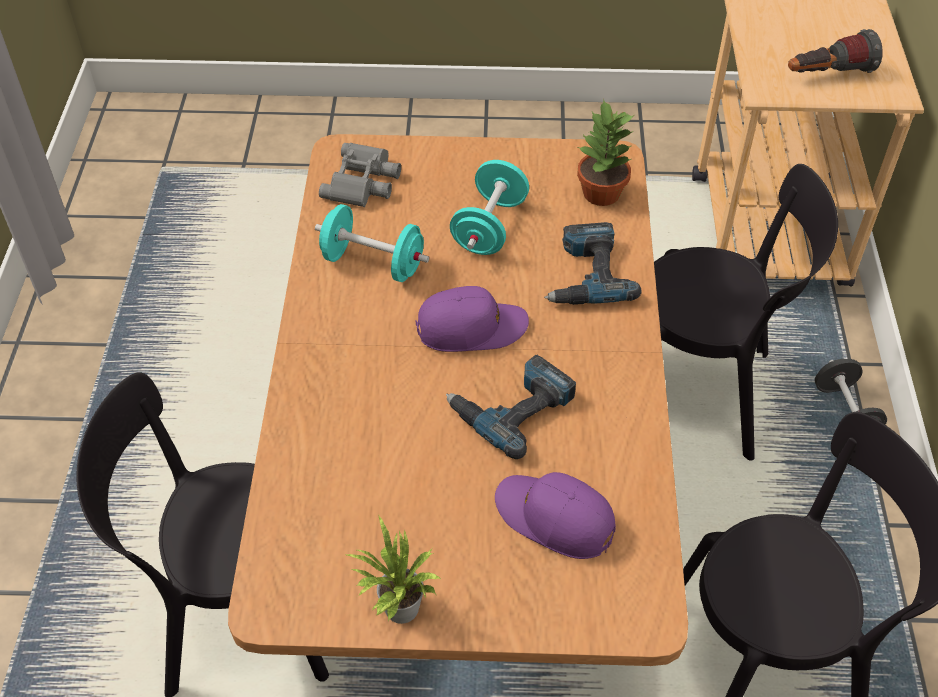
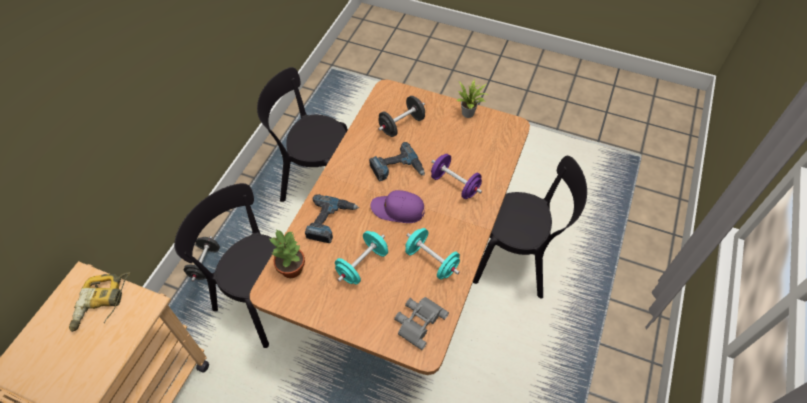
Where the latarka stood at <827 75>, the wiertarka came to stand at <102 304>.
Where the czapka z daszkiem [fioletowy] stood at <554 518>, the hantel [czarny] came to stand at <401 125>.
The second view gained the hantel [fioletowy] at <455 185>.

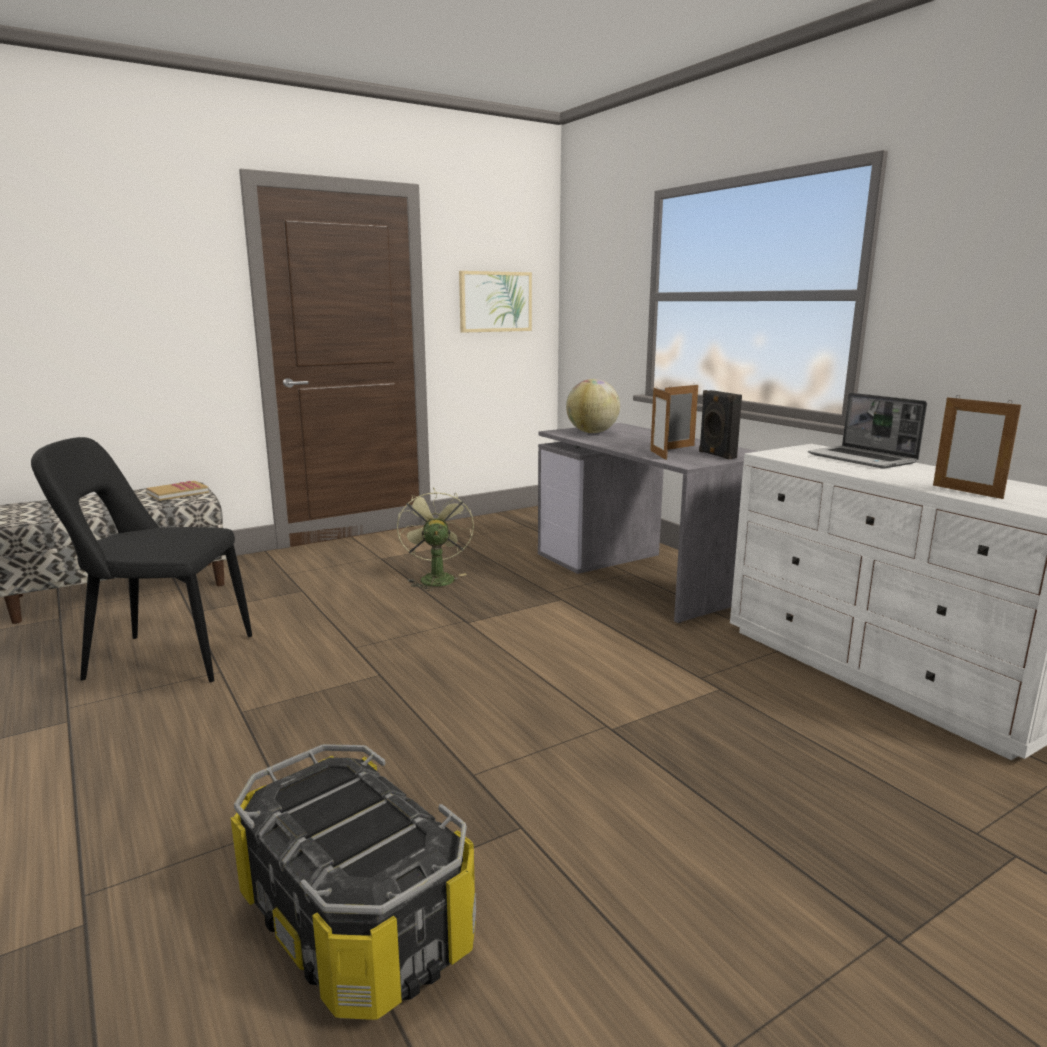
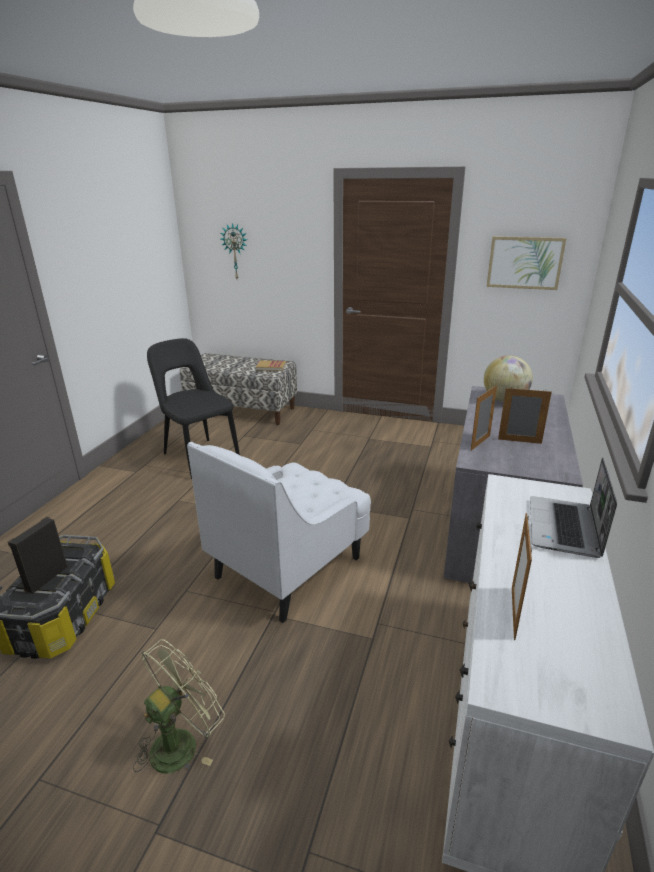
The głośnik [czarny] ended up elsewhere, having gone from <716 455> to <45 578>.
The wentylator [zielony] ended up elsewhere, having gone from <435 578> to <181 741>.
The second view gained the zegar ścienny at <235 252>.
The second view gained the fotel [biały] at <289 566>.

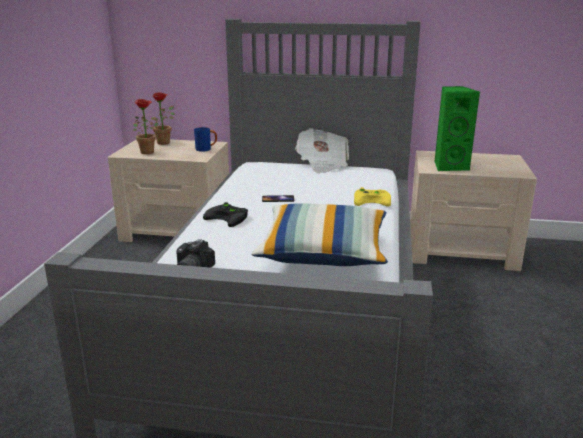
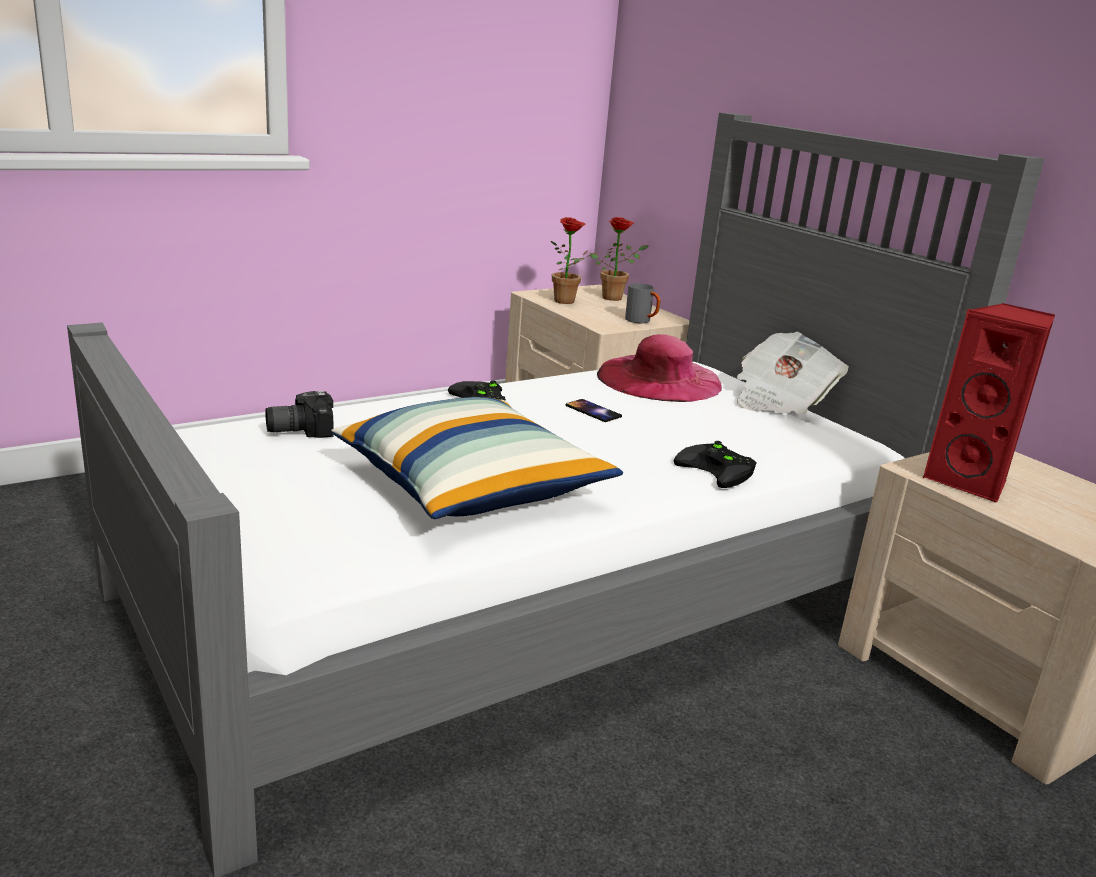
What was the głośnik [zielony] at <449 166> turned into the głośnik [czerwony] at <971 482>.
What was the kubek [niebieski] at <206 149> turned into the kubek [szary] at <641 321>.
What was the pad do gier [żółty] at <373 200> turned into the pad do gier [czarny] at <720 470>.
The second view gained the kapelusz [różowy] at <659 379>.

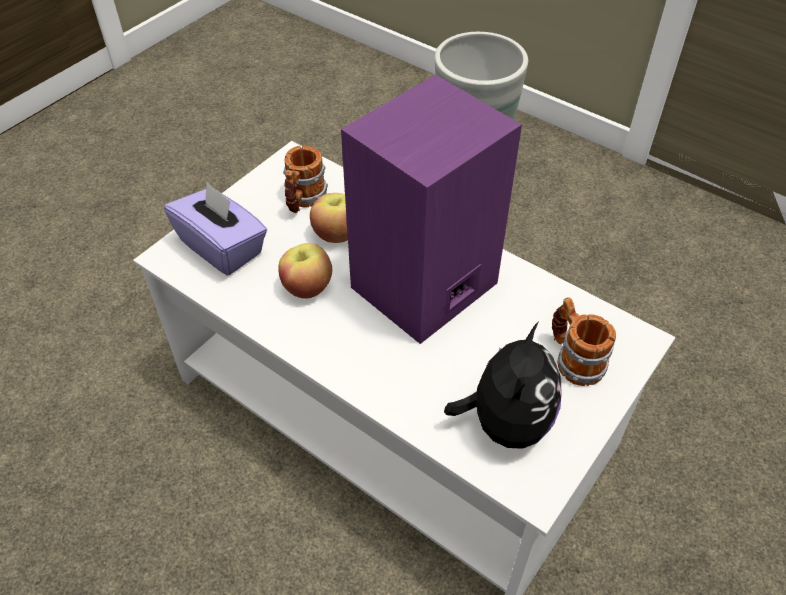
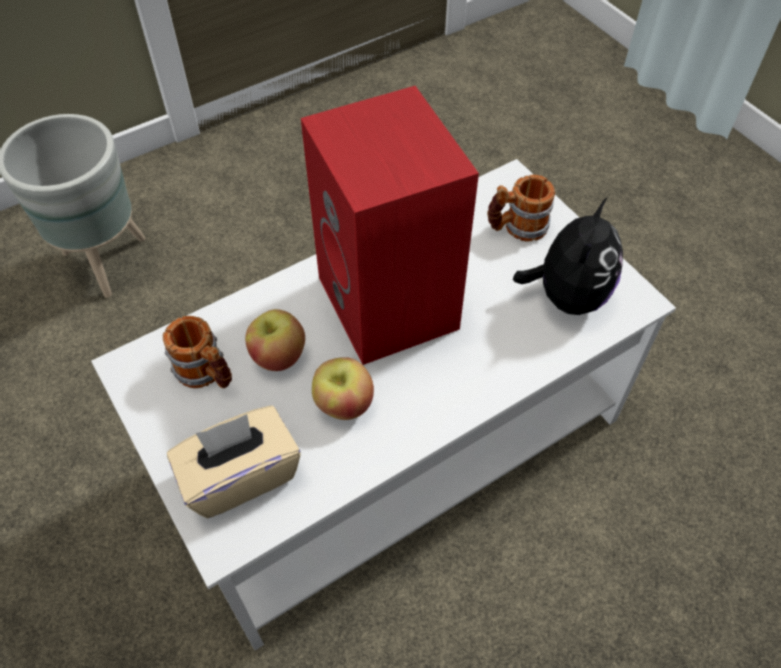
What was the głośnik [fioletowy] at <424 288> turned into the głośnik [czerwony] at <392 304>.
What was the pudełko chusteczek [fioletowy] at <222 247> turned into the pudełko chusteczek [beżowy] at <240 475>.
The pluszak at <505 422> ended up facing another way, 75 degrees clockwise from before.

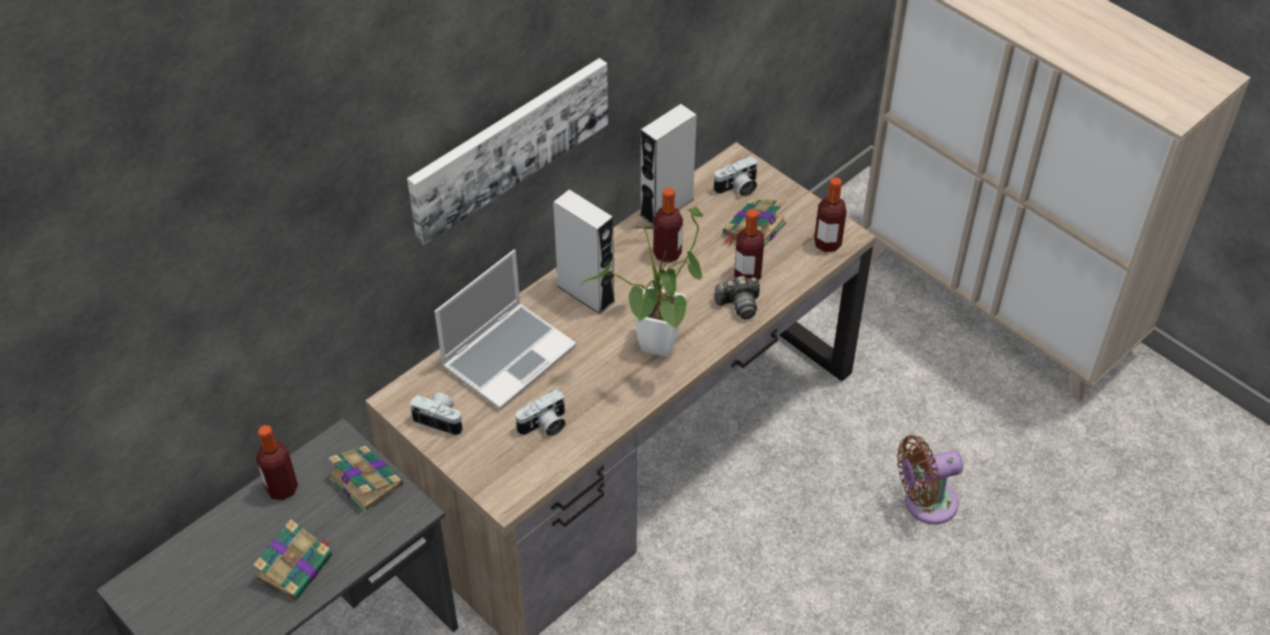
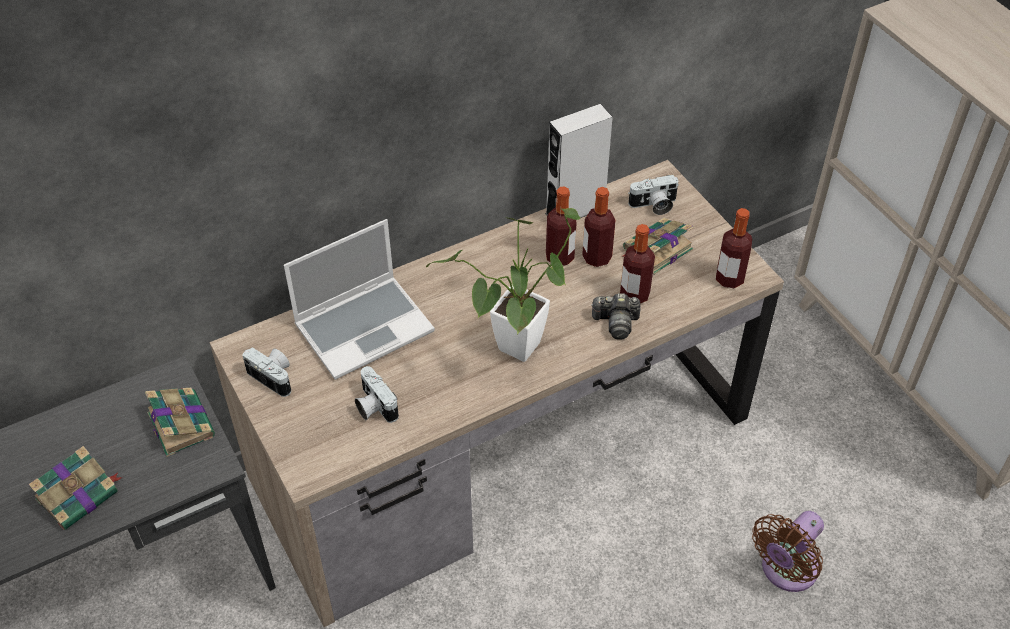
The second view lost the obraz at <508 146>.
The second view lost the głośnik [szary] at <586 293>.
The aparat fotograficzny at <544 426> ended up facing another way, 75 degrees clockwise from before.
The butelka ended up elsewhere, having gone from <282 489> to <596 257>.
The wentylator [brązowy] at <925 503> ended up facing another way, 45 degrees counterclockwise from before.

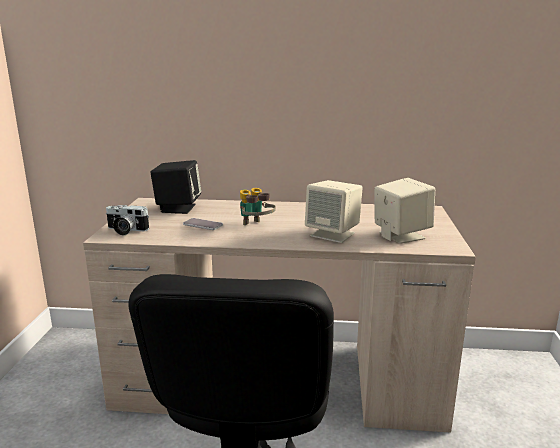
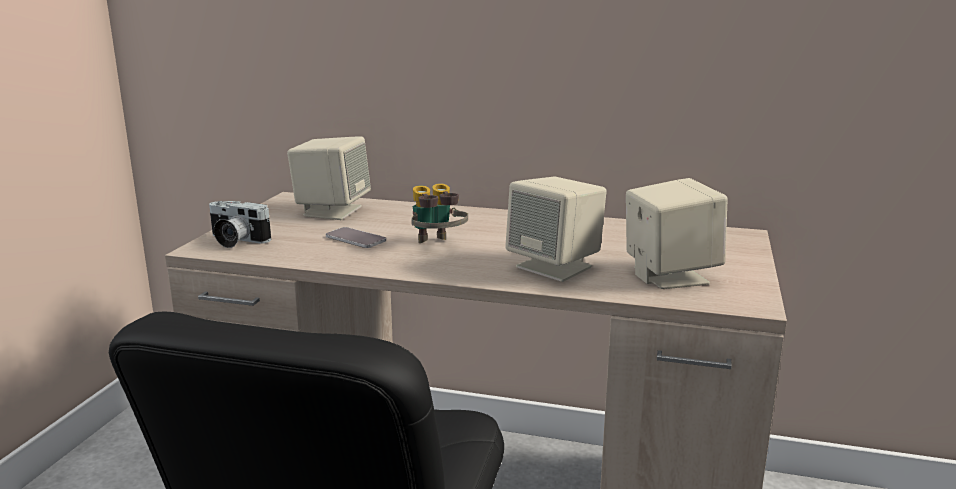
What was the głośnik [czarny] at <178 208> turned into the głośnik [beżowy] at <332 211>.

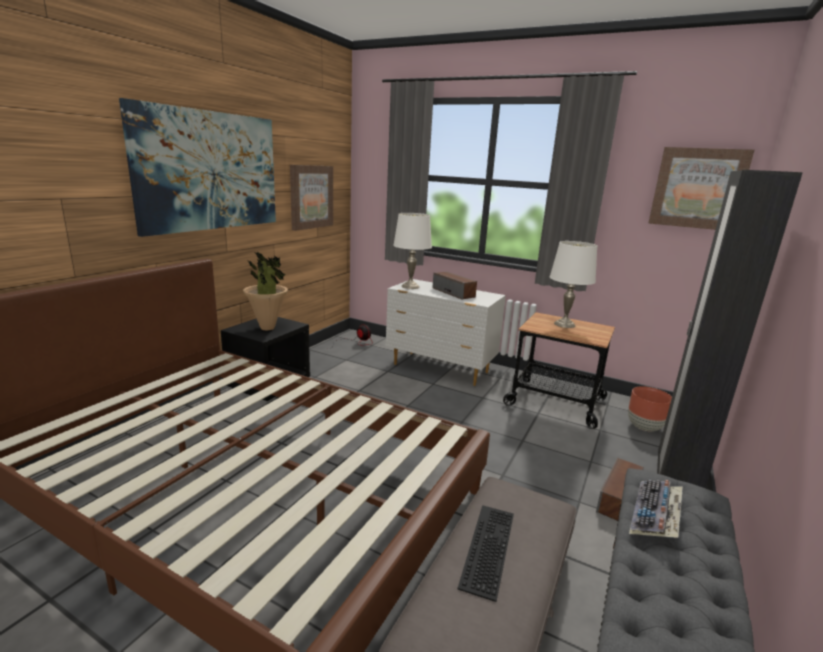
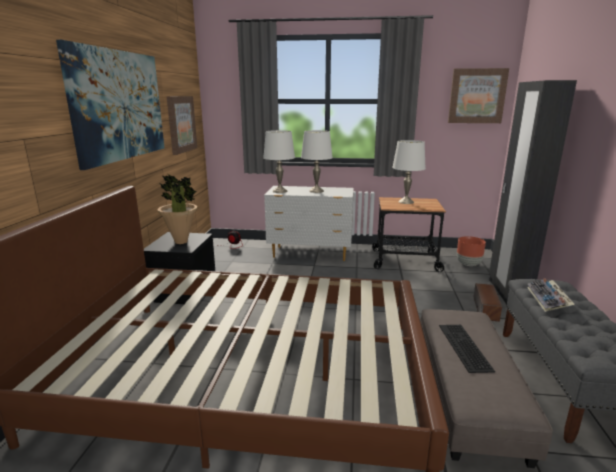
Where the głośnik stood at <453 292>, the lampa stołowa [biały] came to stand at <316 191>.

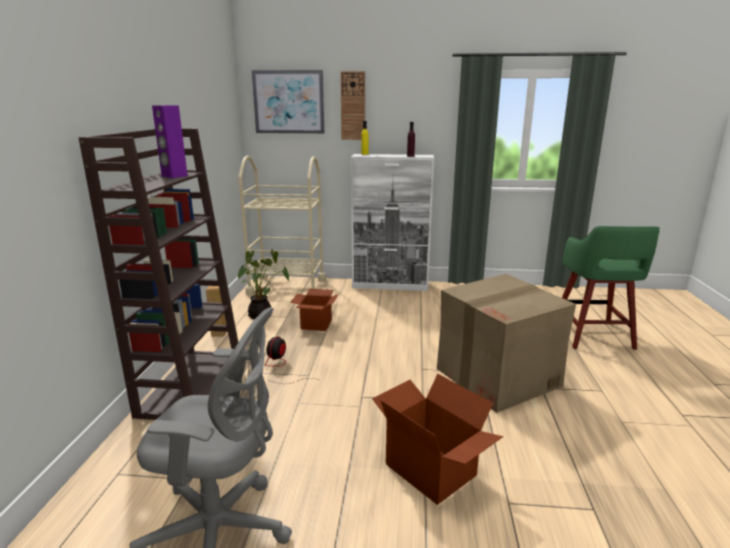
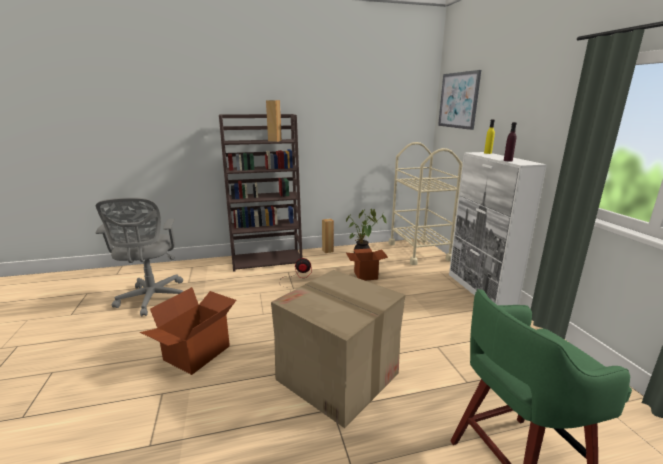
The second view lost the zegar ścienny at <353 106>.
What was the głośnik [fioletowy] at <174 176> turned into the głośnik [brązowy] at <274 141>.

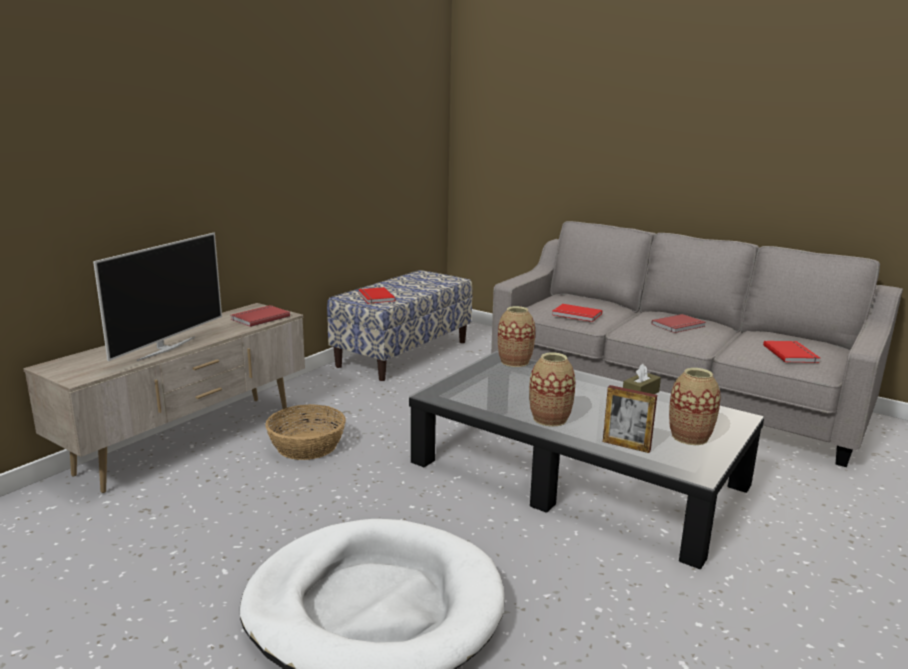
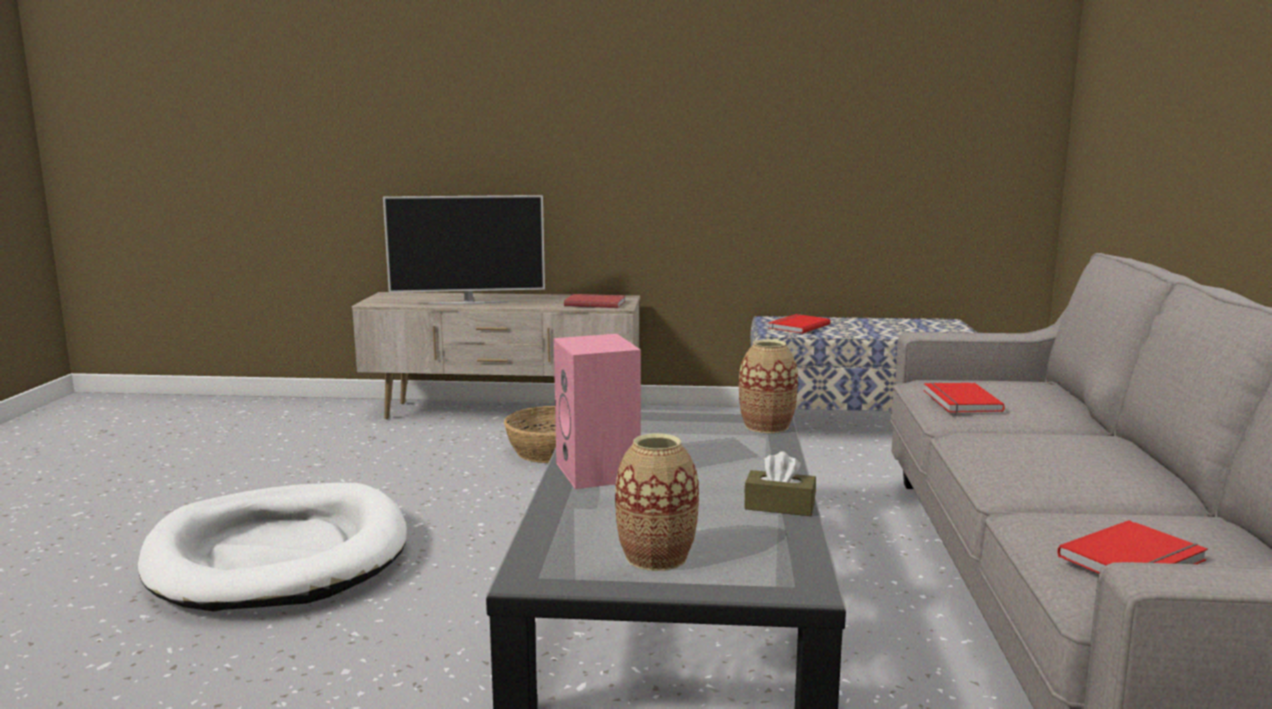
The second view lost the książka [czerwony] at <679 326>.
Where the wazon stood at <550 419>, the głośnik [różowy] came to stand at <600 472>.
The second view lost the ramka na zdjęcie at <626 446>.

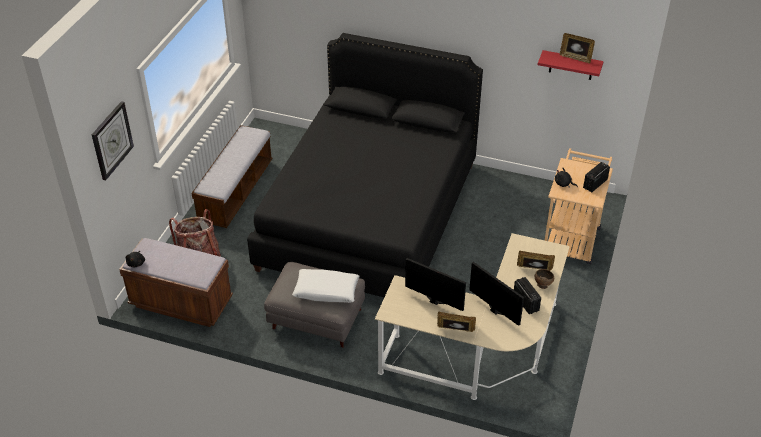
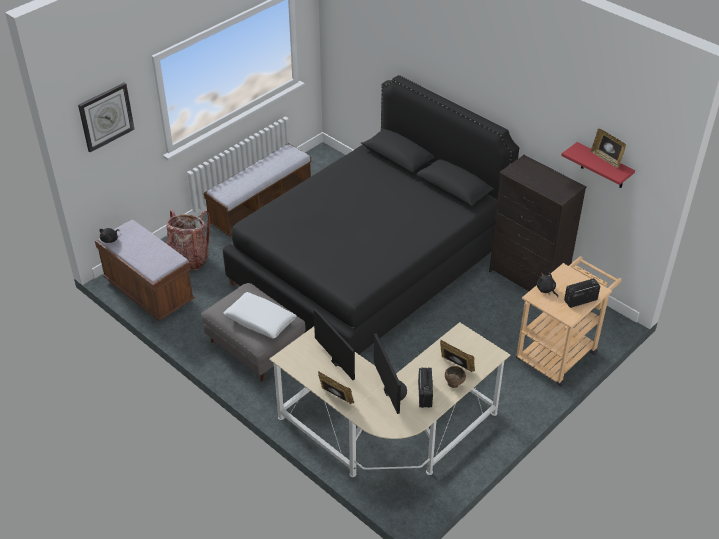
The second view gained the komoda [czarny] at <527 279>.

